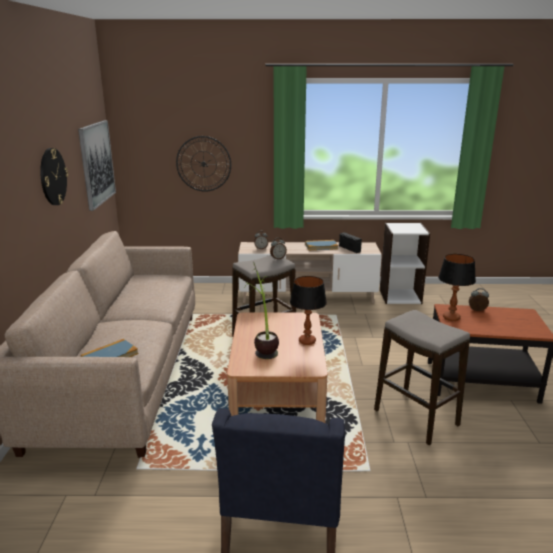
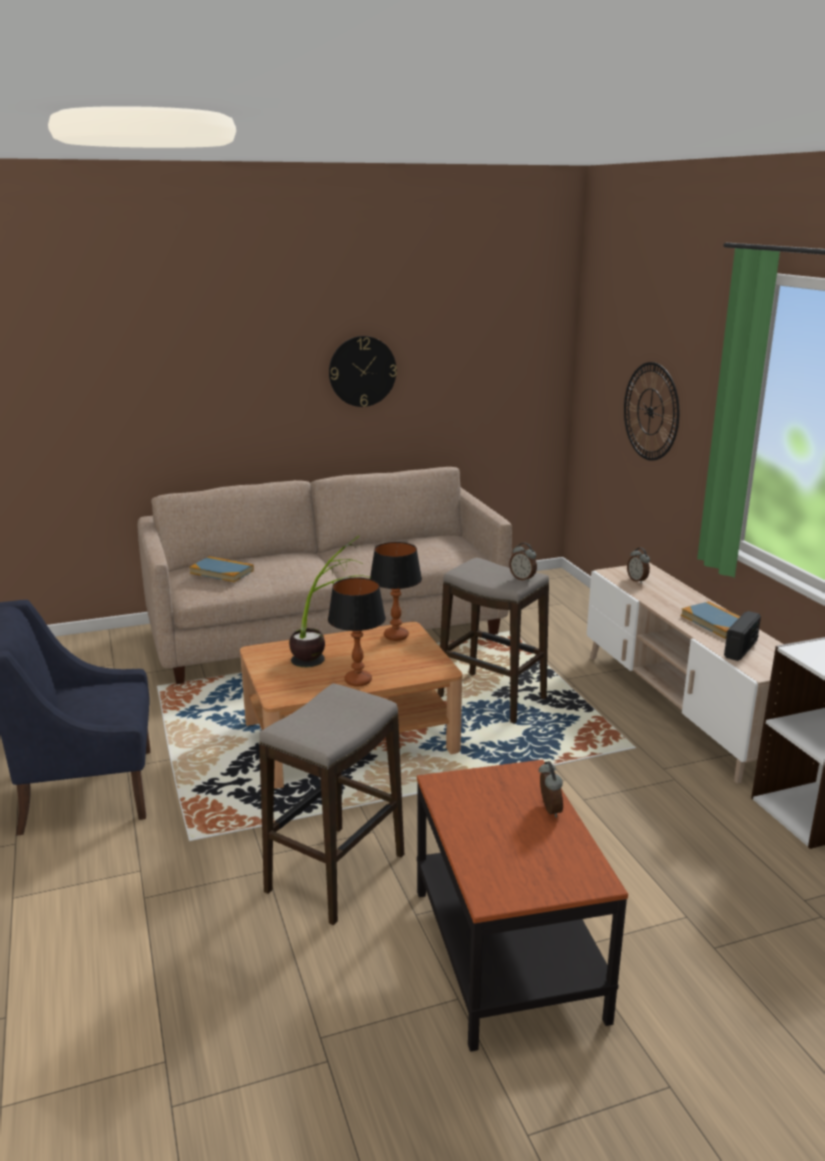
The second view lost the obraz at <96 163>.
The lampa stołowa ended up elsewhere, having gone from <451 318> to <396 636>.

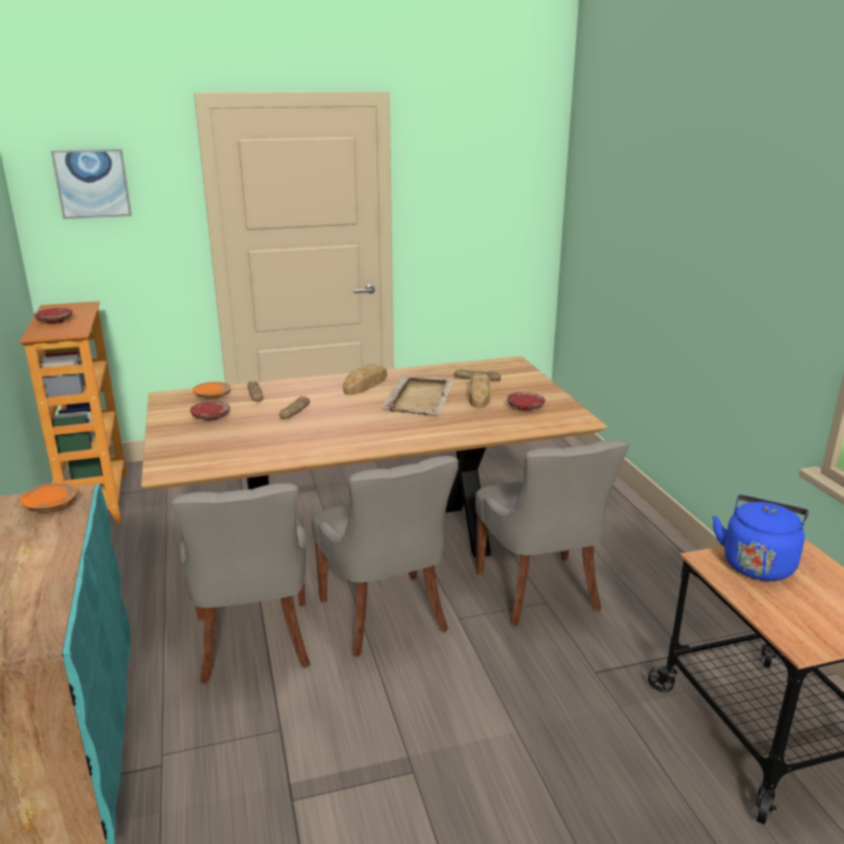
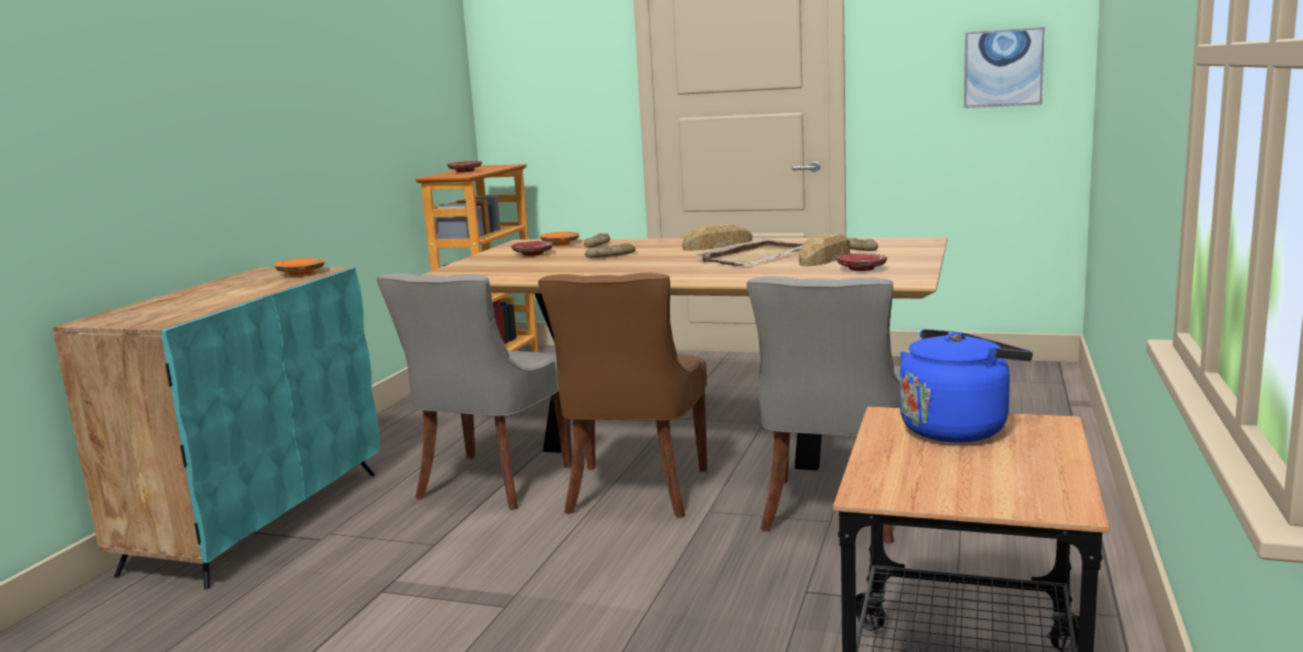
The obraz ended up elsewhere, having gone from <92 183> to <1003 68>.
What was the krzesło [szary] at <385 616> turned into the krzesło [brązowy] at <634 492>.

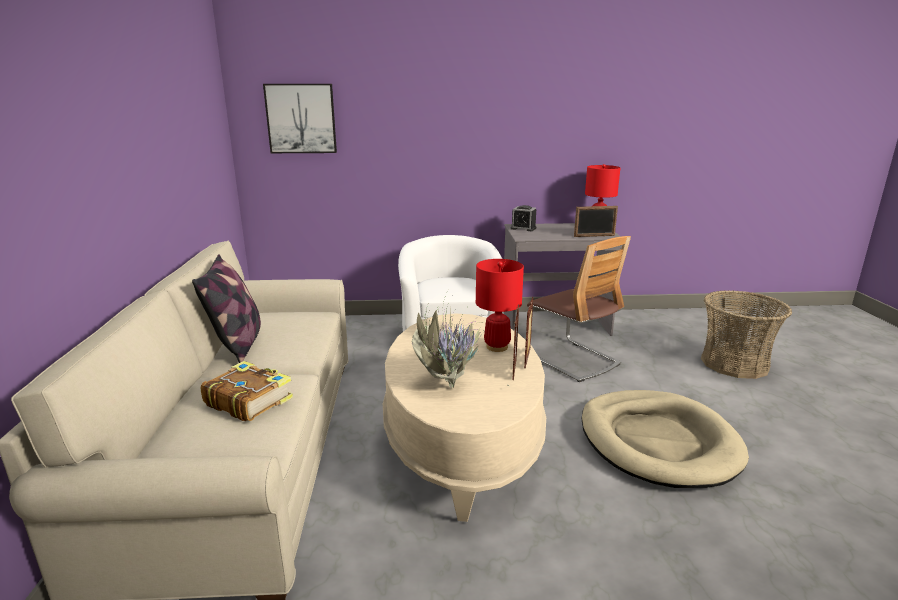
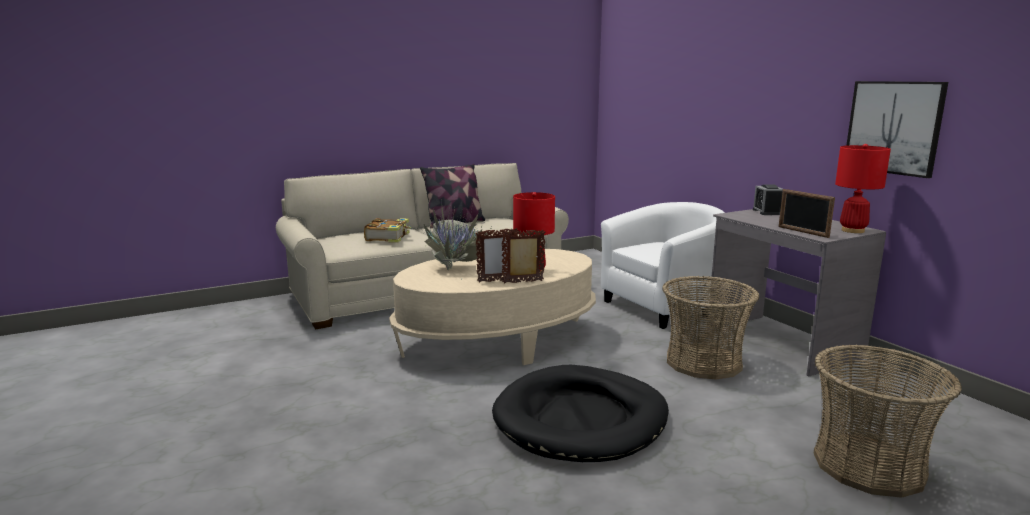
The obraz ended up elsewhere, having gone from <301 118> to <894 127>.
Where the krzesło stood at <572 360>, the koszyk came to stand at <703 362>.
What was the legowisko [beżowy] at <657 442> turned into the legowisko [czarny] at <581 419>.

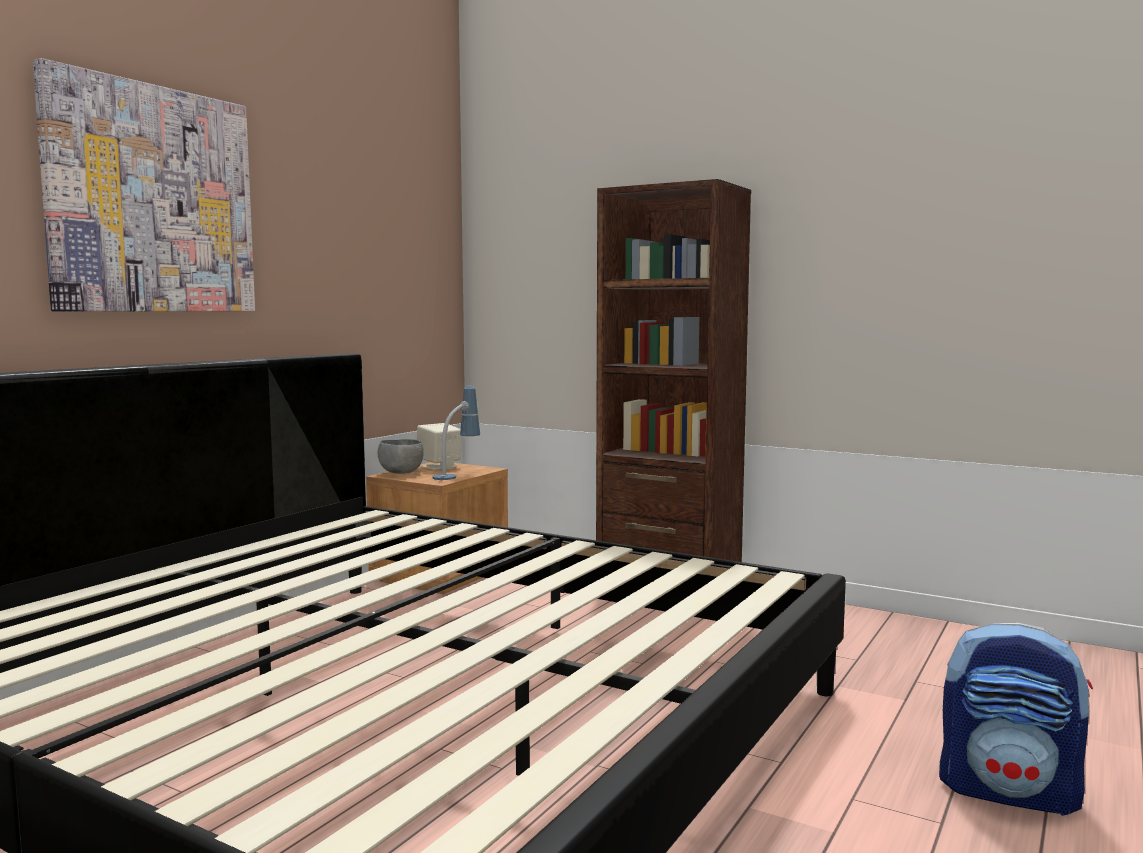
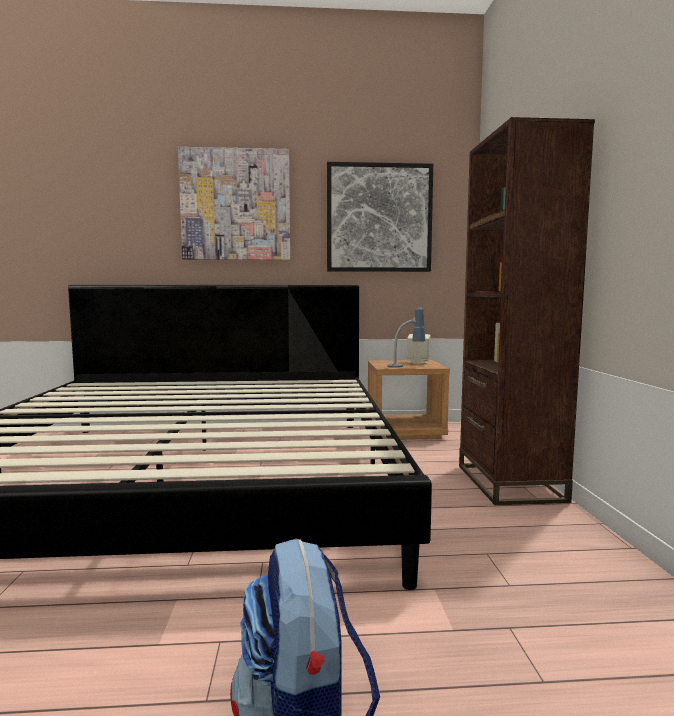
The second view lost the miska [szary] at <401 473>.
The second view gained the obraz at <379 218>.

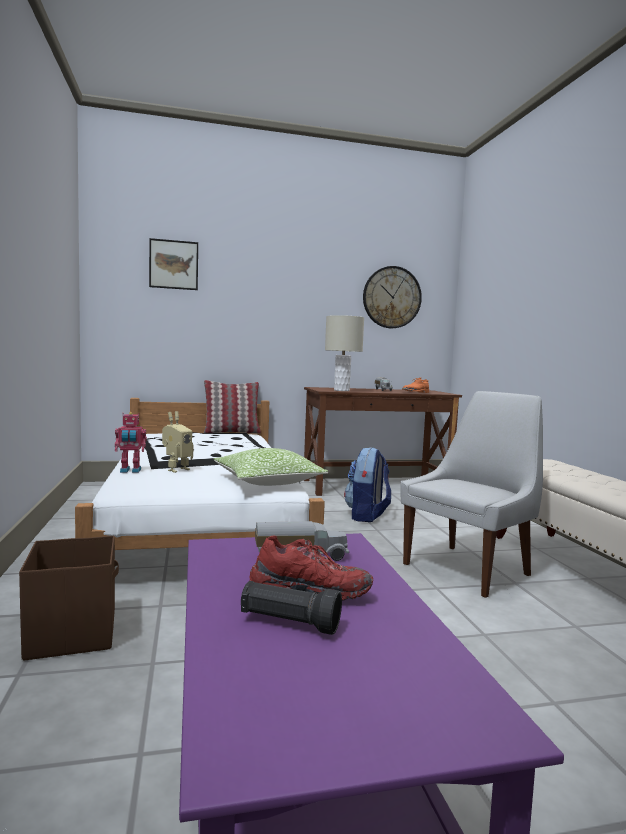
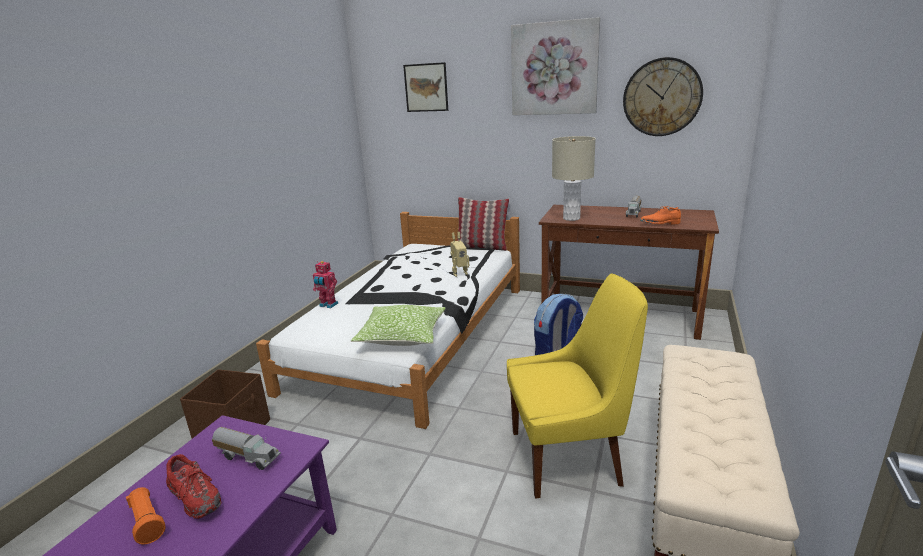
What was the krzesło [biały] at <469 568> turned into the krzesło [żółty] at <569 457>.
The robot zabawkowy ended up elsewhere, having gone from <176 469> to <459 273>.
What was the latarka [czarny] at <289 623> turned into the latarka [pomarańczowy] at <147 522>.
The second view gained the obraz at <554 69>.

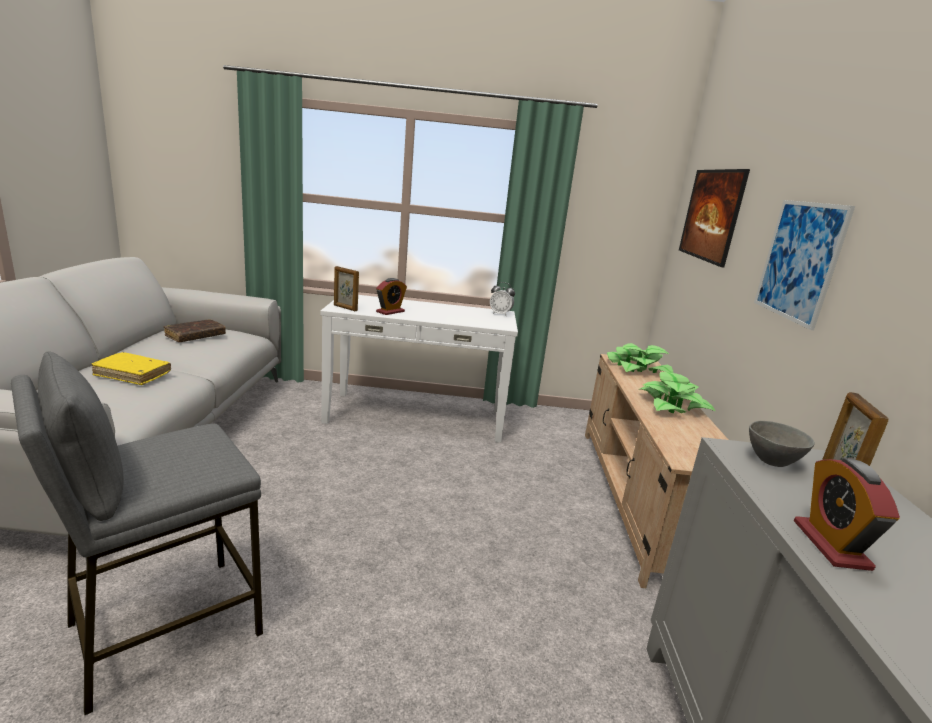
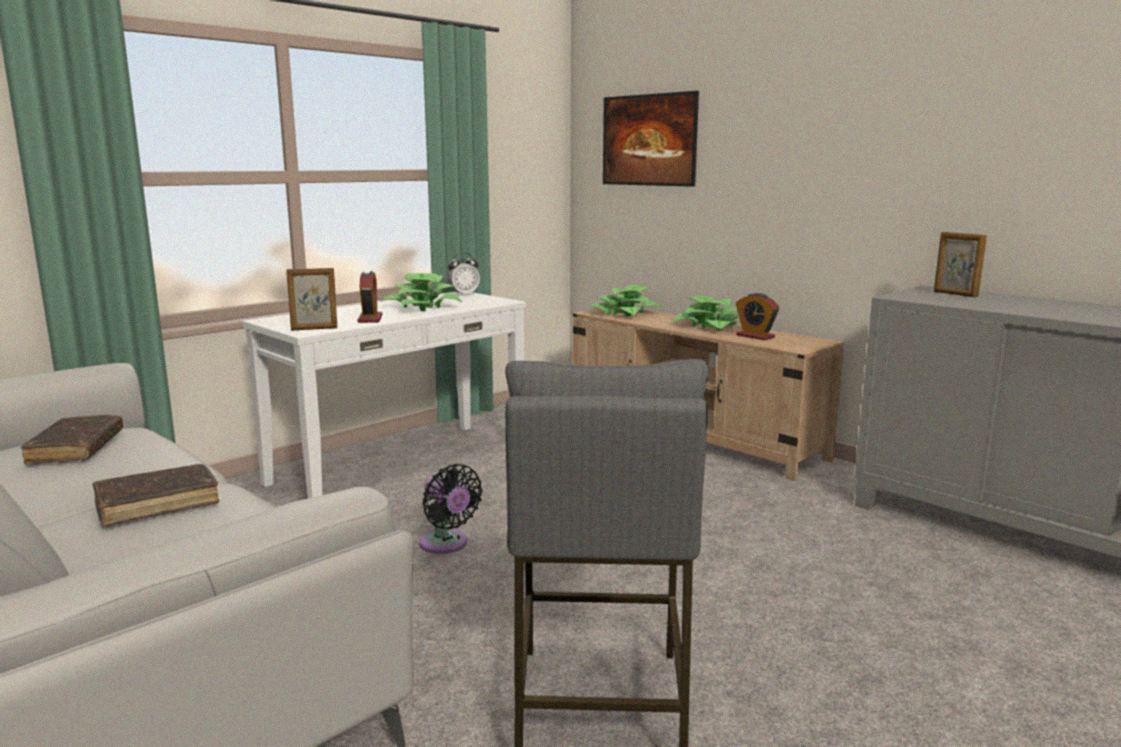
The second view lost the obraz at <799 261>.
What was the książka [żółty] at <133 374> turned into the książka [brązowy] at <157 504>.
The second view lost the miska [szary] at <772 462>.
The budzik ended up elsewhere, having gone from <830 545> to <755 336>.
The second view gained the roślina doniczkowa at <421 307>.
The second view gained the wentylator [czarny] at <446 544>.

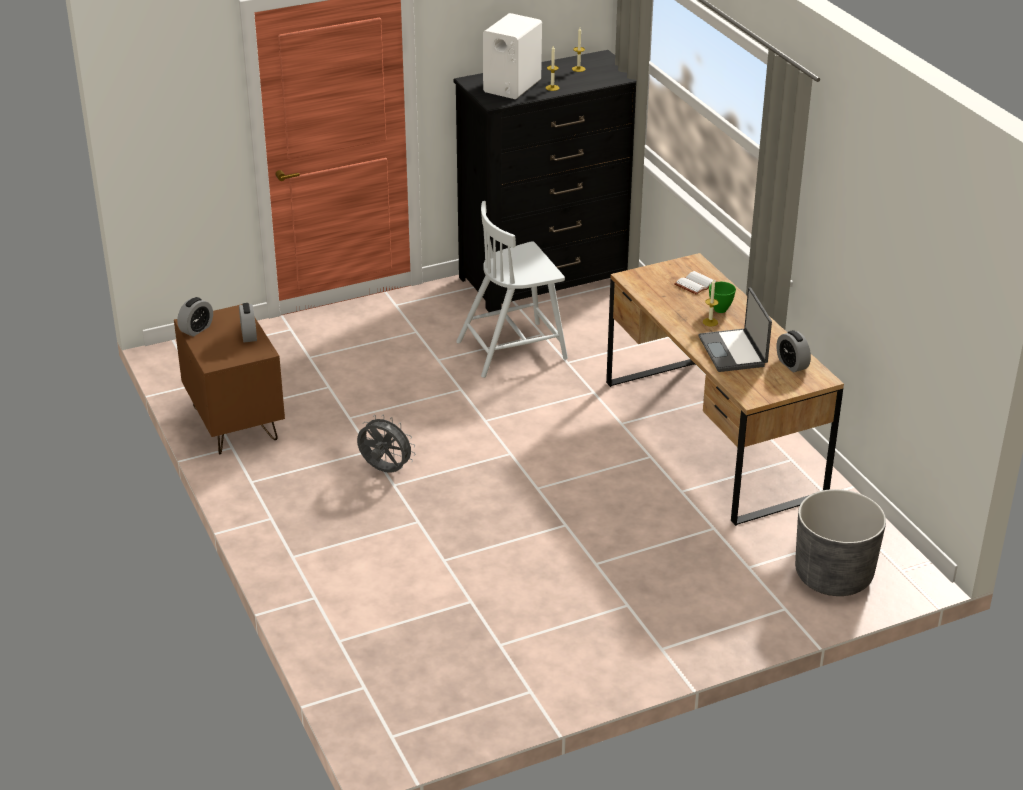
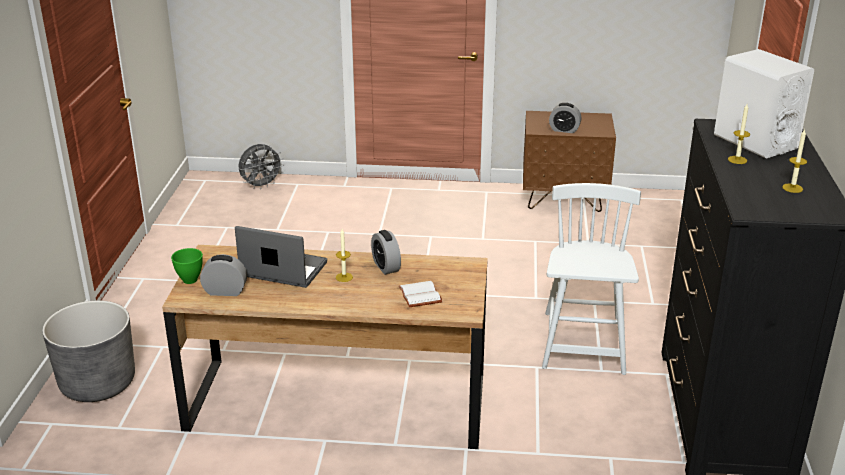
The miska [zielony] ended up elsewhere, having gone from <721 310> to <189 280>.
The budzik ended up elsewhere, having gone from <196 329> to <386 266>.
The wentylator [szary] ended up elsewhere, having gone from <384 471> to <261 186>.

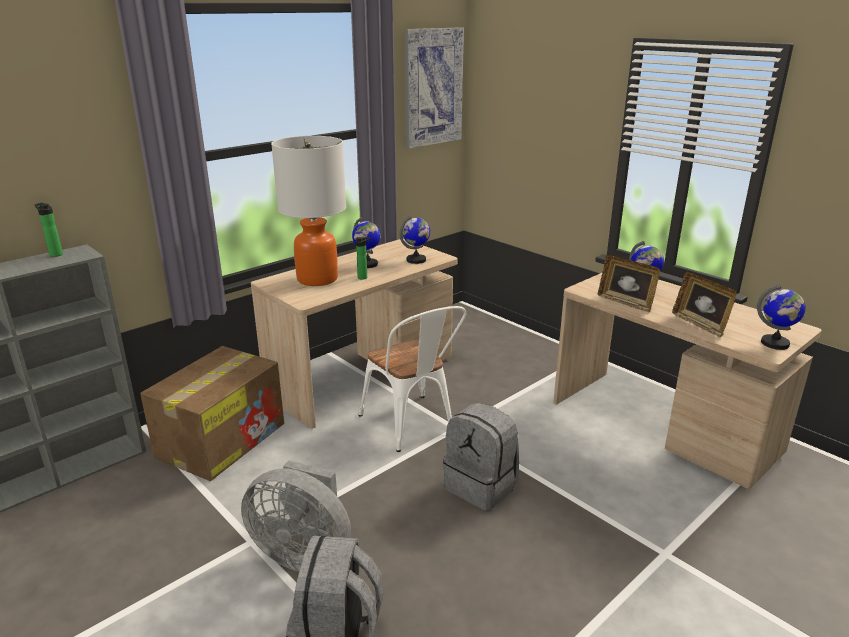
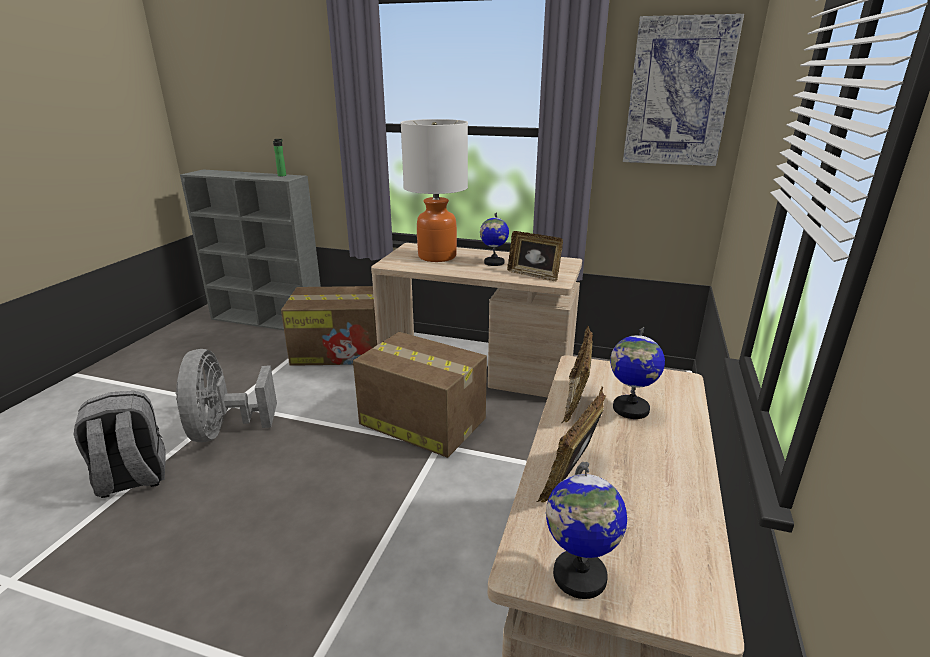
Where the globus stood at <416 260>, the ramka na zdjęcie came to stand at <534 275>.
The second view lost the butelka at <364 277>.
Where the krzesło [biały] stood at <412 427>, the karton came to stand at <421 421>.
The second view lost the plecak [szary] at <482 486>.

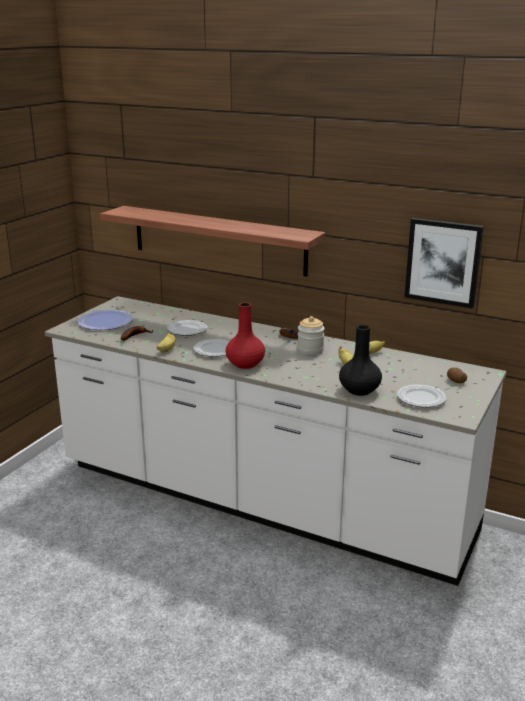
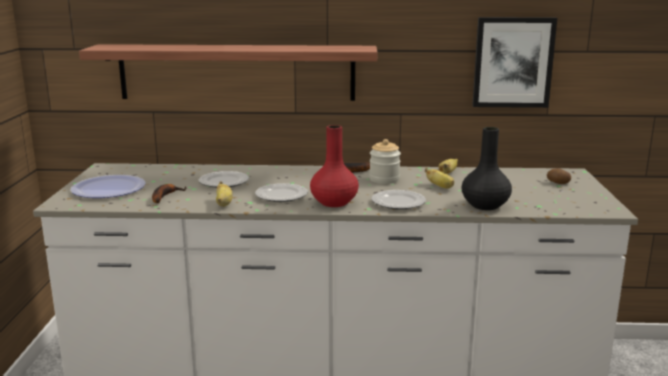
The talerz ended up elsewhere, having gone from <420 398> to <397 202>.

